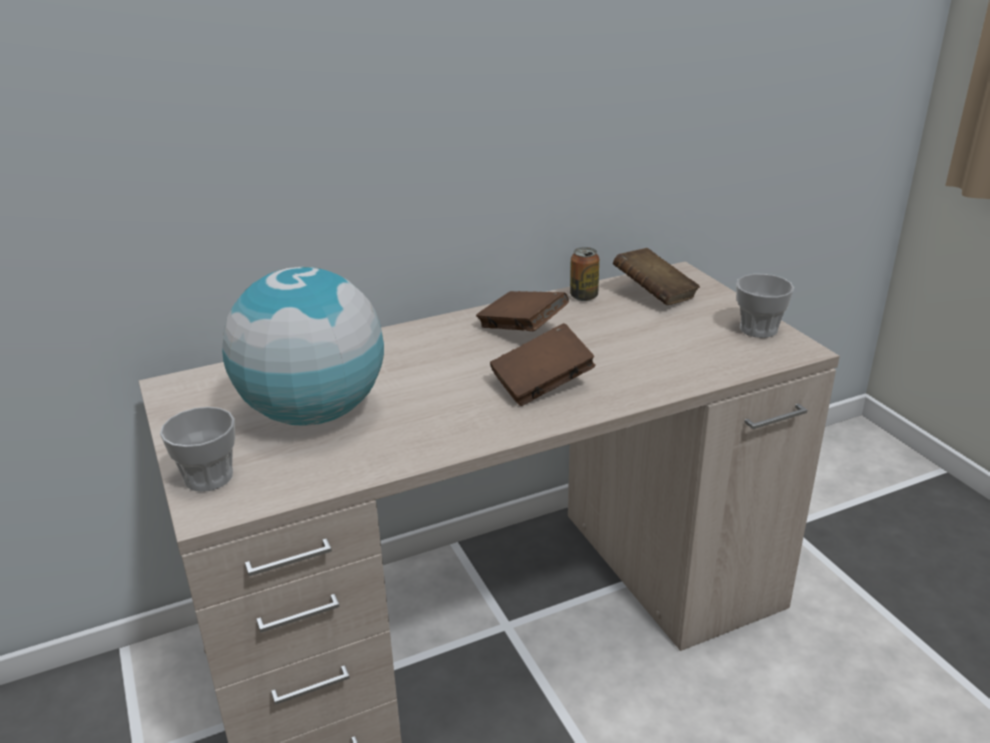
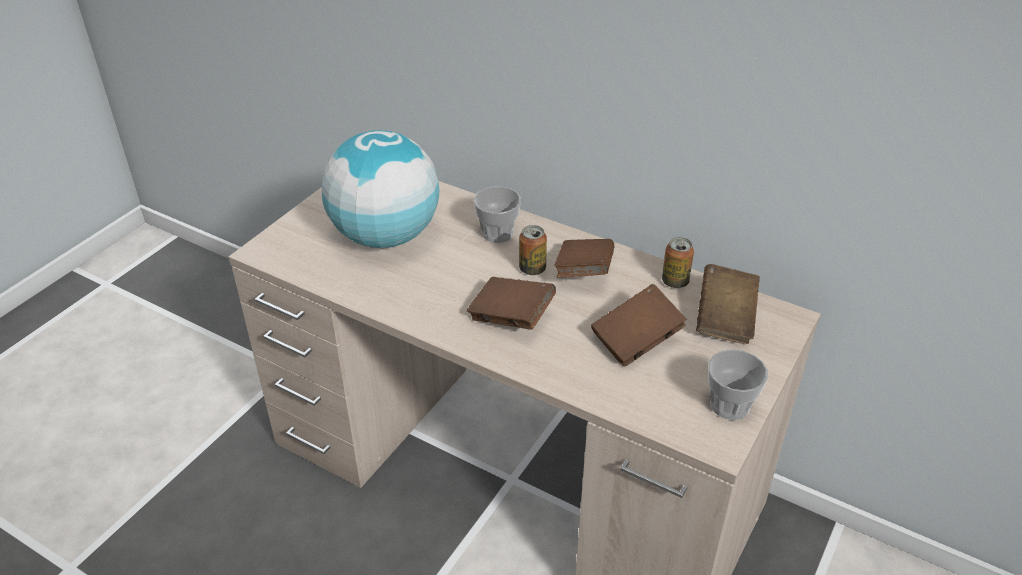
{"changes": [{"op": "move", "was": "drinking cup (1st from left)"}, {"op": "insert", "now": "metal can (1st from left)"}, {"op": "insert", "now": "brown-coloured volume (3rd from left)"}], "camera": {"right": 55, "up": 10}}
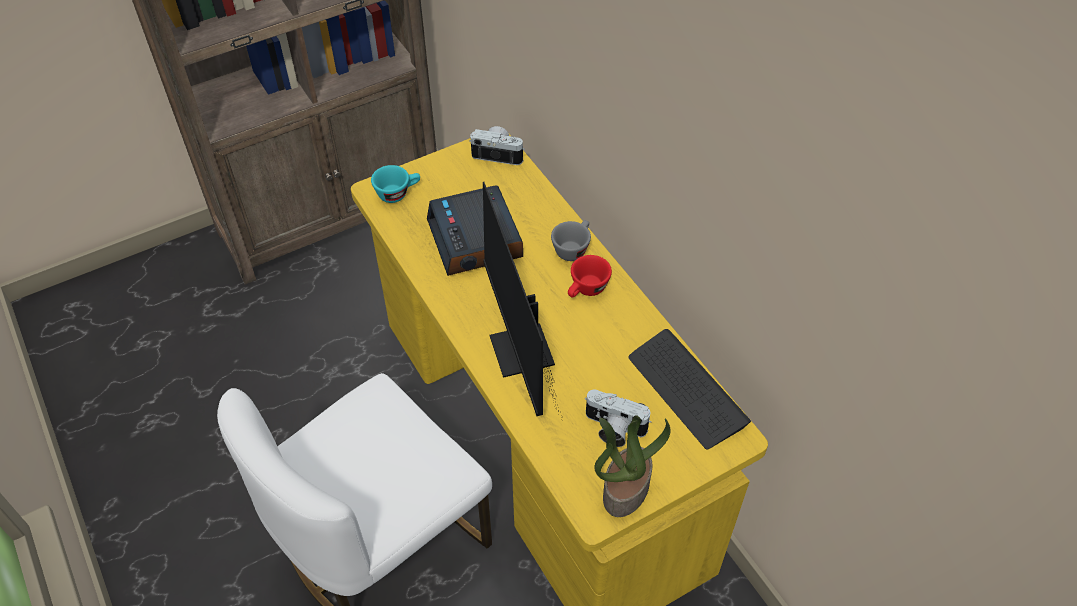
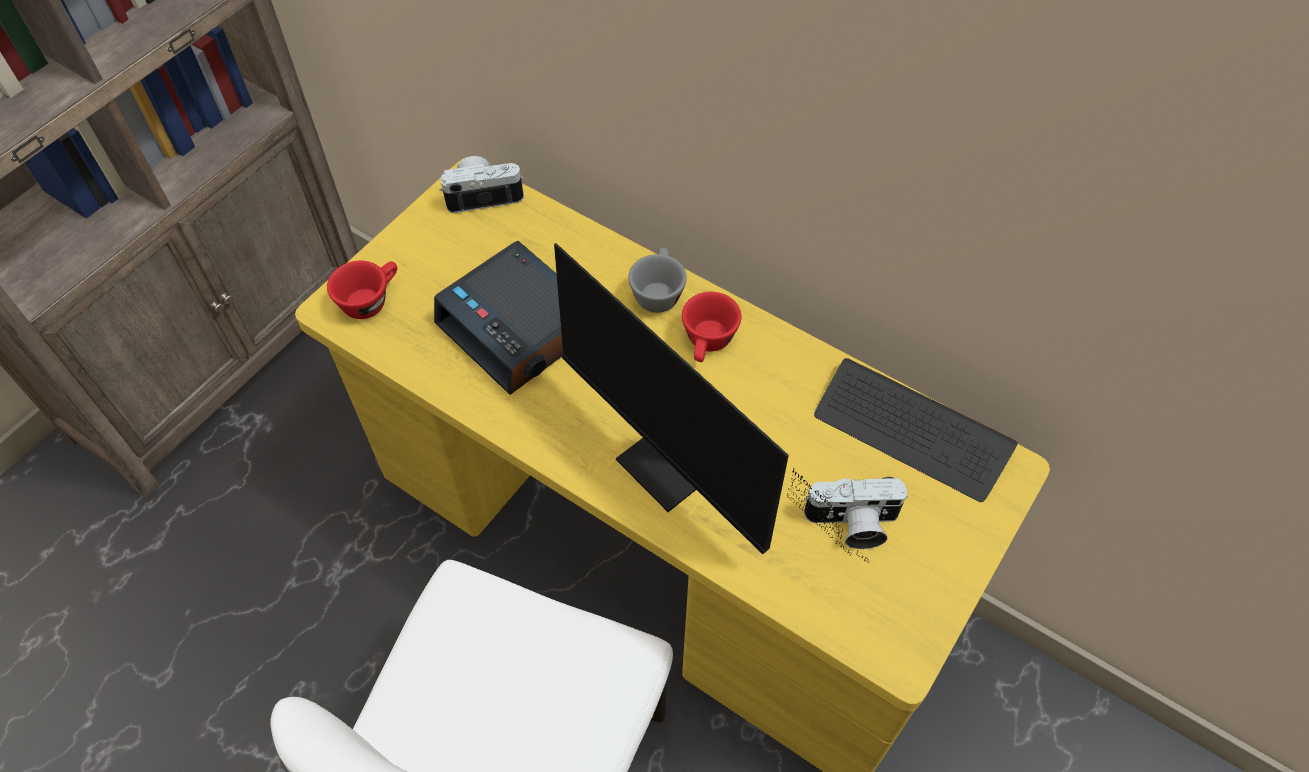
{"changes": [{"op": "recolor", "was": "blue-green drinking cup", "now": "red drinking cup (1st from left)"}, {"op": "delete", "was": "potted plant"}], "camera": {"right": -25, "up": 5}}
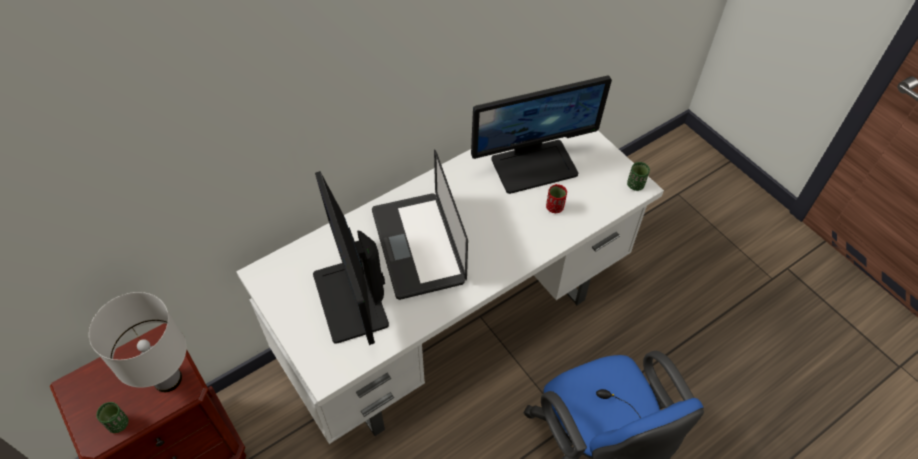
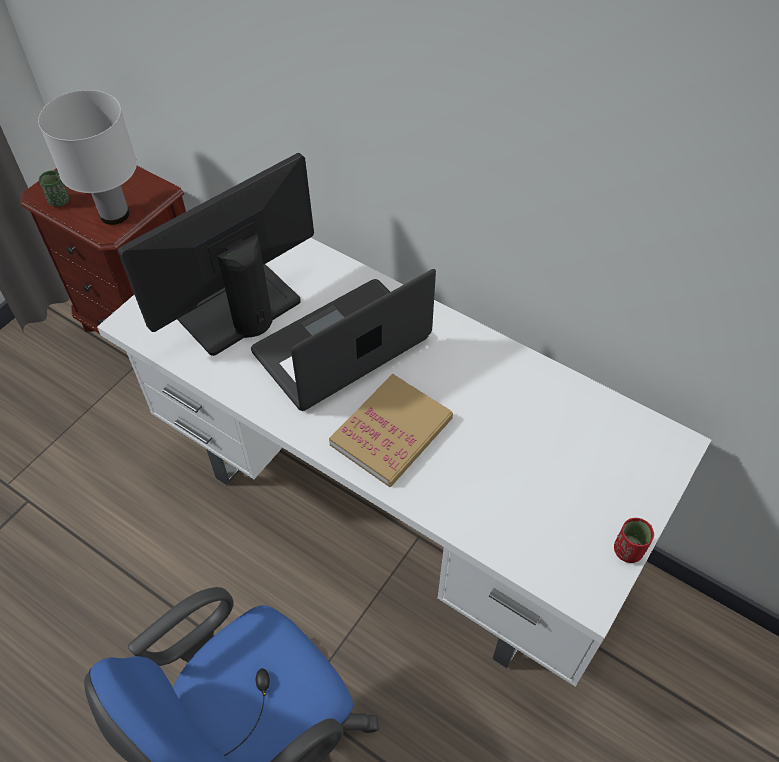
{"changes": [{"op": "delete", "was": "computer screen (2nd from left)"}, {"op": "move", "was": "red drinking cup"}, {"op": "delete", "was": "green-coloured drinking cup (2nd from left)"}, {"op": "insert", "now": "volume"}], "camera": {"right": 70, "up": 0}}
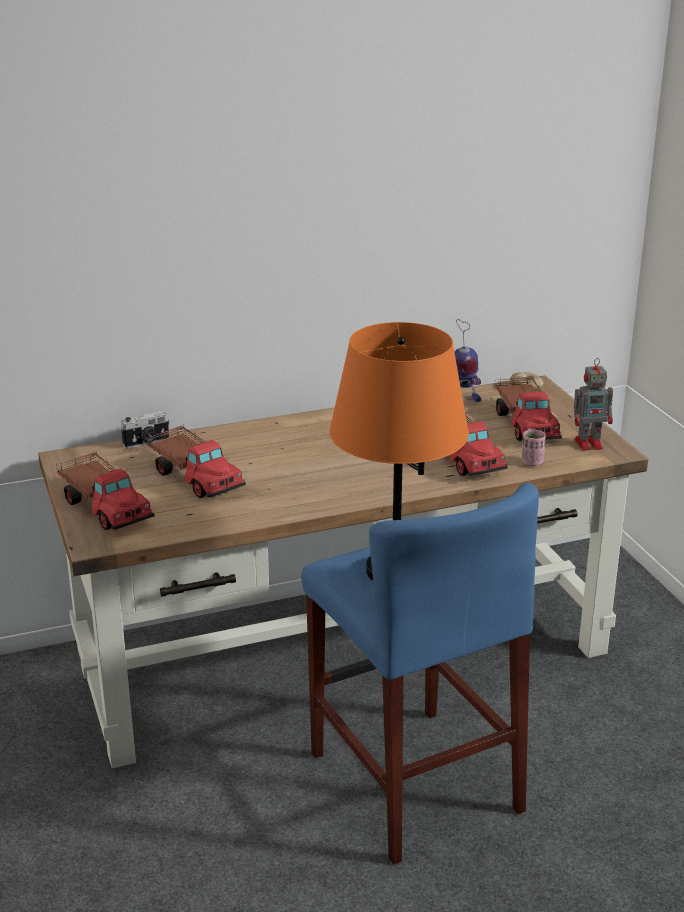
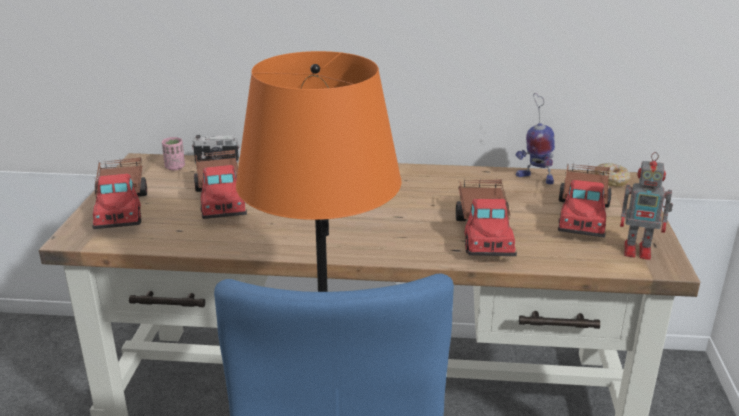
{"changes": [{"op": "move", "was": "pinkish drinking cup"}], "camera": {"right": 25, "up": 0}}
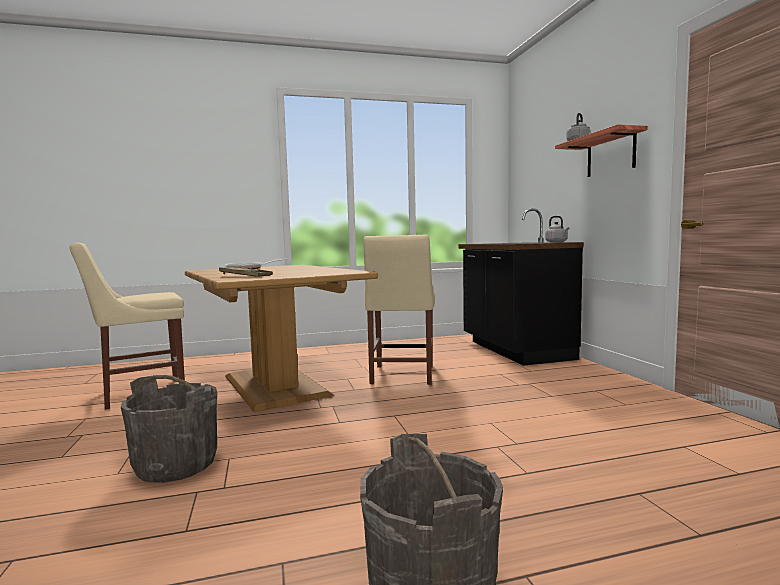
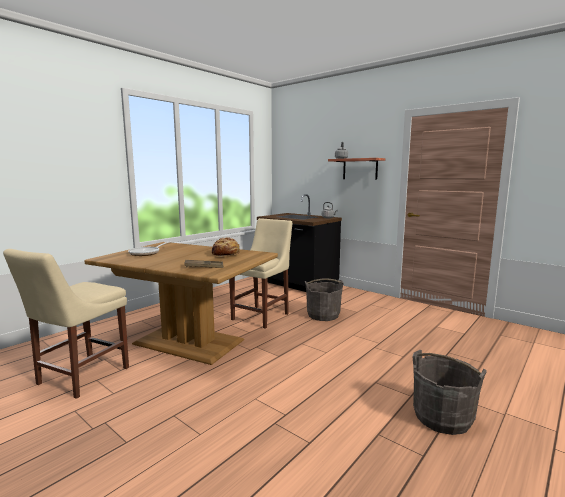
{"changes": [{"op": "move", "was": "grey bucket (1st from left)"}, {"op": "rotate", "was": "sand-coloured upright chair (2nd from left)", "clockwise": -120}, {"op": "insert", "now": "bakery bread"}], "camera": {"right": -35, "up": 5}}
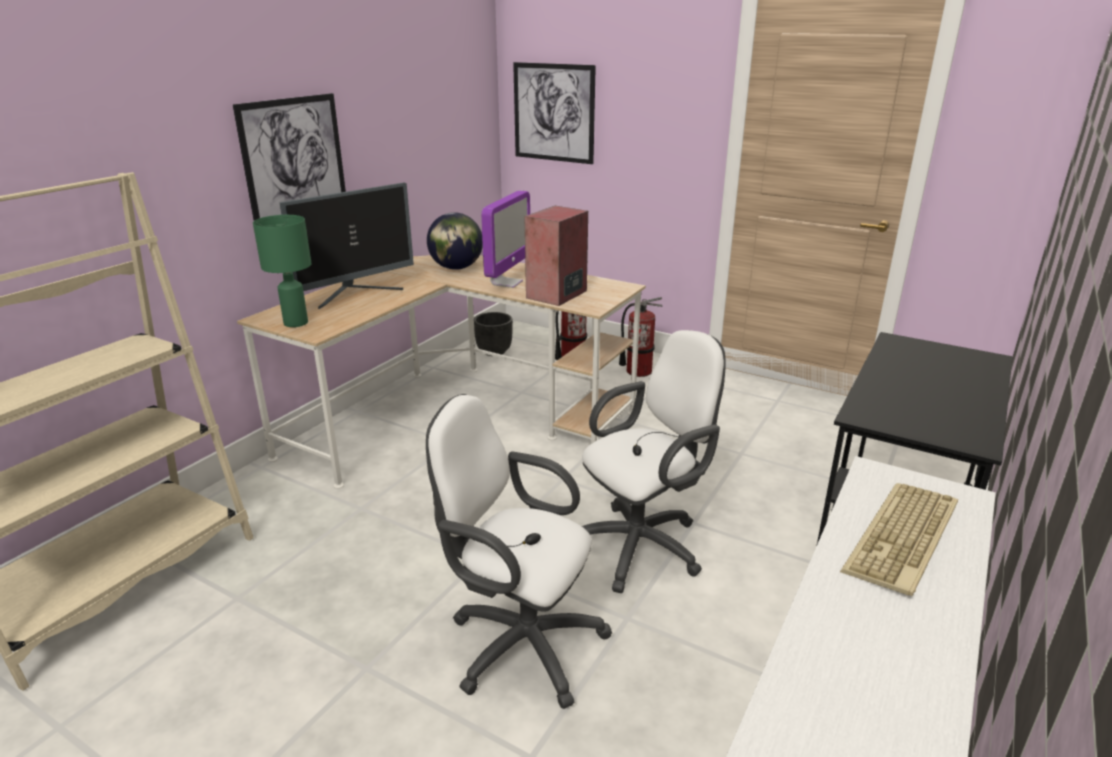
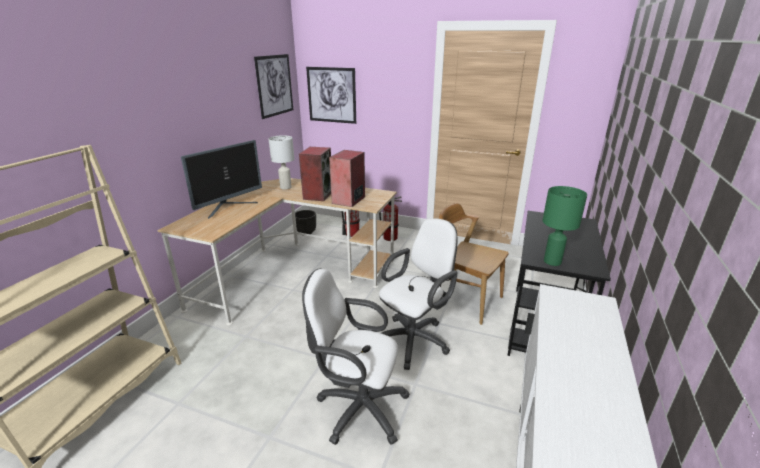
{"changes": [{"op": "move", "was": "wall art (1st from left)"}, {"op": "move", "was": "green-coloured lamp for a table"}, {"op": "replace", "was": "world globe", "now": "whitish lamp for a table"}, {"op": "replace", "was": "computer screen (2nd from left)", "now": "audio speaker (1st from left)"}, {"op": "delete", "was": "keyboard"}, {"op": "insert", "now": "brown-coloured upright chair"}], "camera": {"right": -10, "up": 0}}
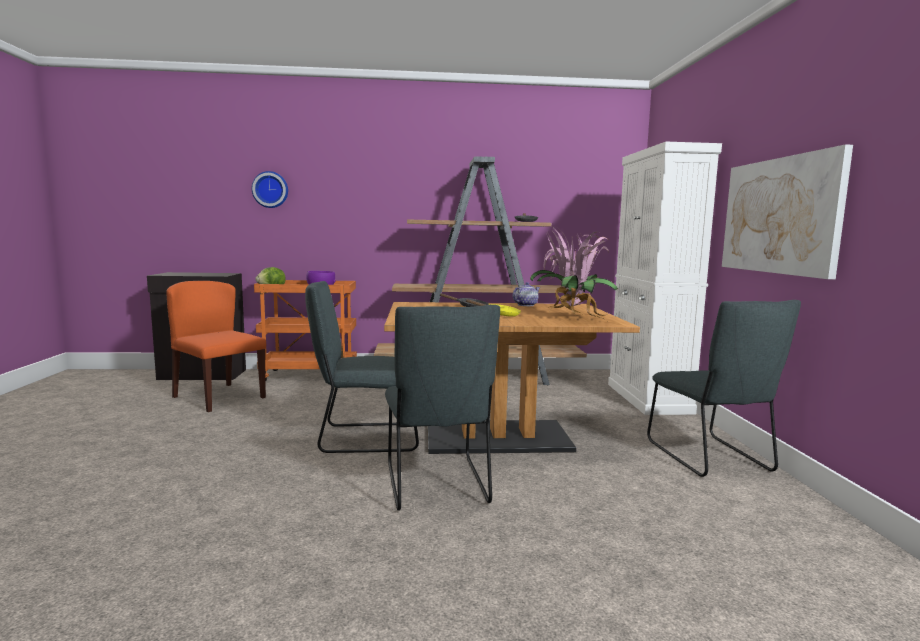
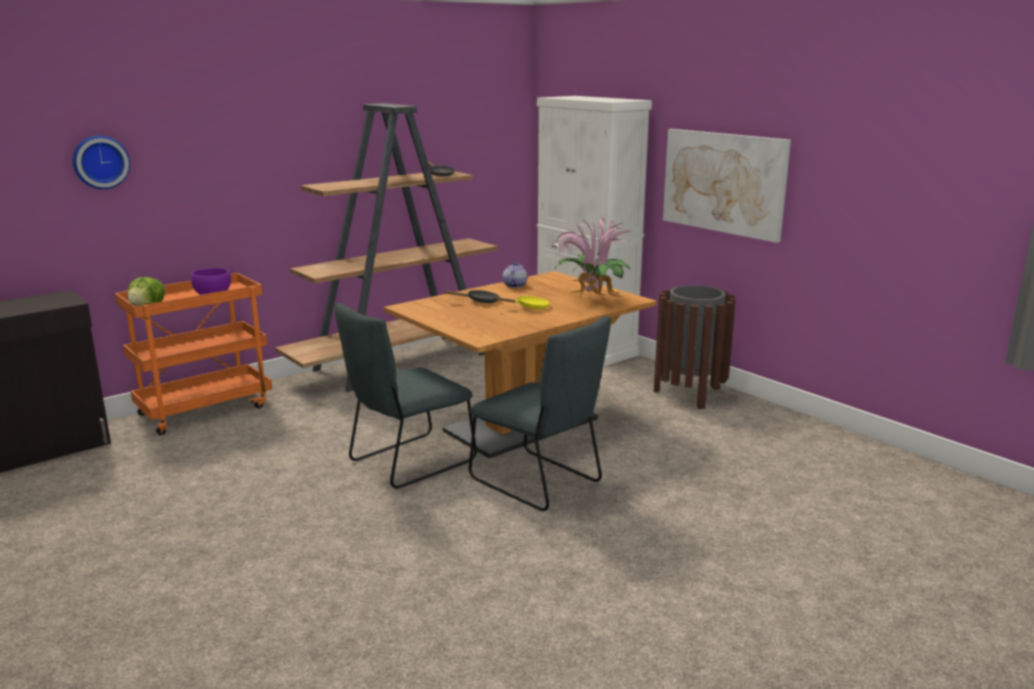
{"changes": [{"op": "delete", "was": "orange upright chair"}, {"op": "replace", "was": "grey upright chair (3rd from left)", "now": "brown-coloured rubbish bin"}], "camera": {"right": -35, "up": 10}}
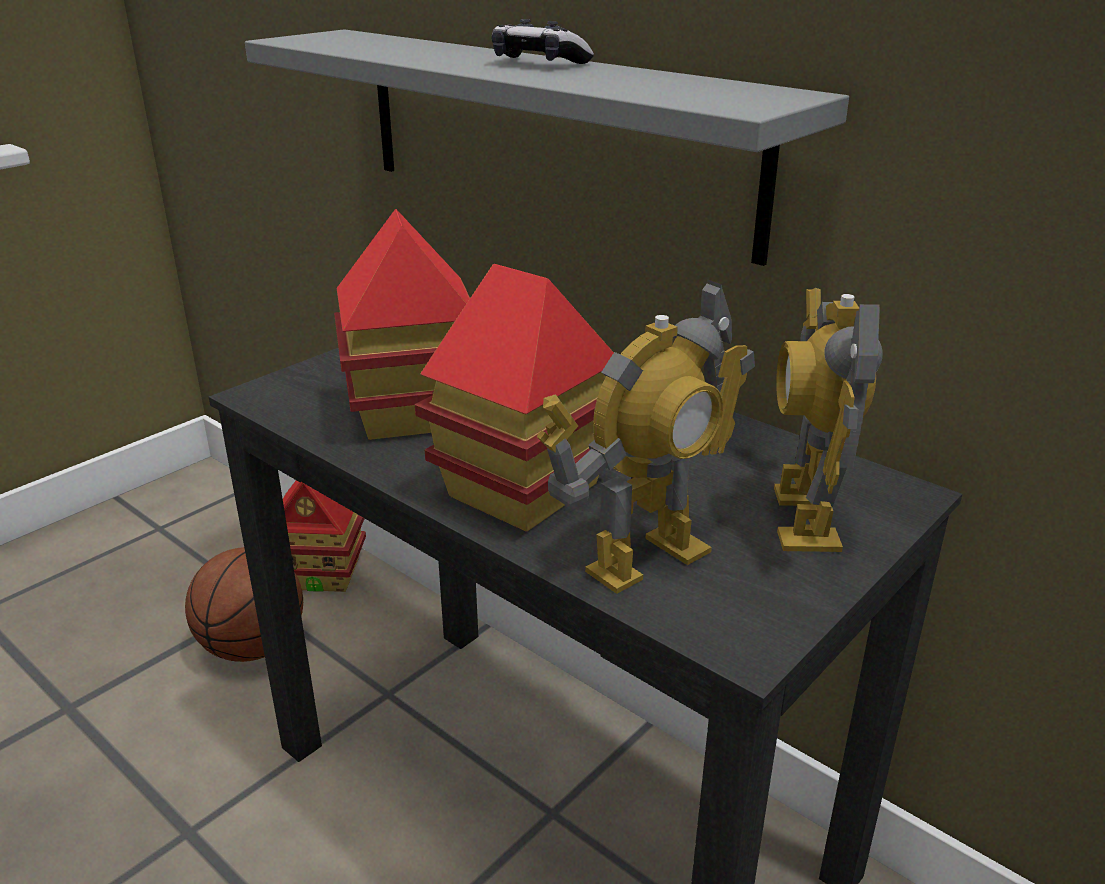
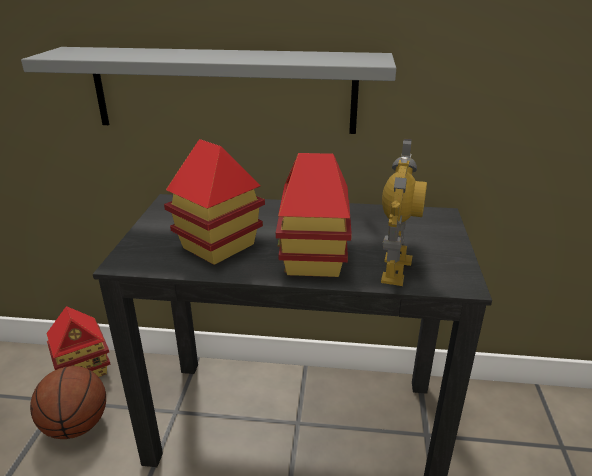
{"changes": [{"op": "delete", "was": "gamepad"}, {"op": "delete", "was": "robot figure (2nd from left)"}], "camera": {"right": -35, "up": 0}}
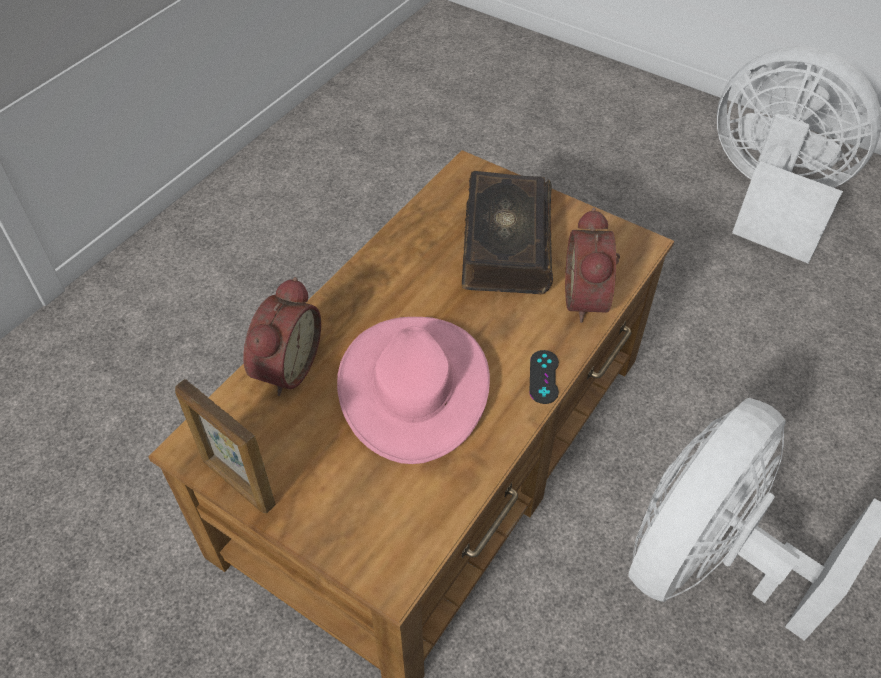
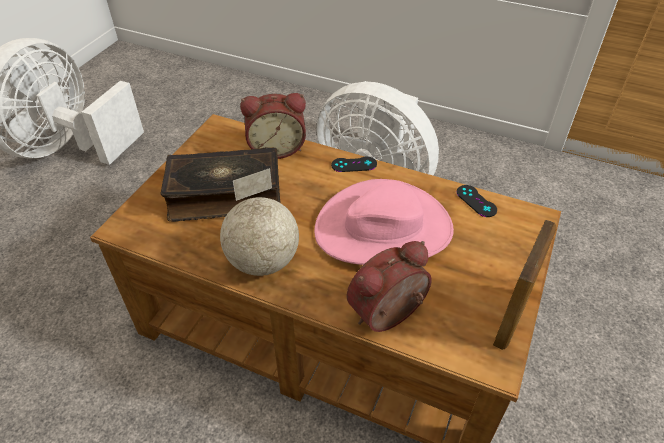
{"changes": [{"op": "rotate", "was": "table clock (1st from left in the first image)", "clockwise": -45}, {"op": "insert", "now": "world globe"}, {"op": "insert", "now": "blackish gamepad (2nd from left)"}], "camera": {"right": -100, "up": -5}}
